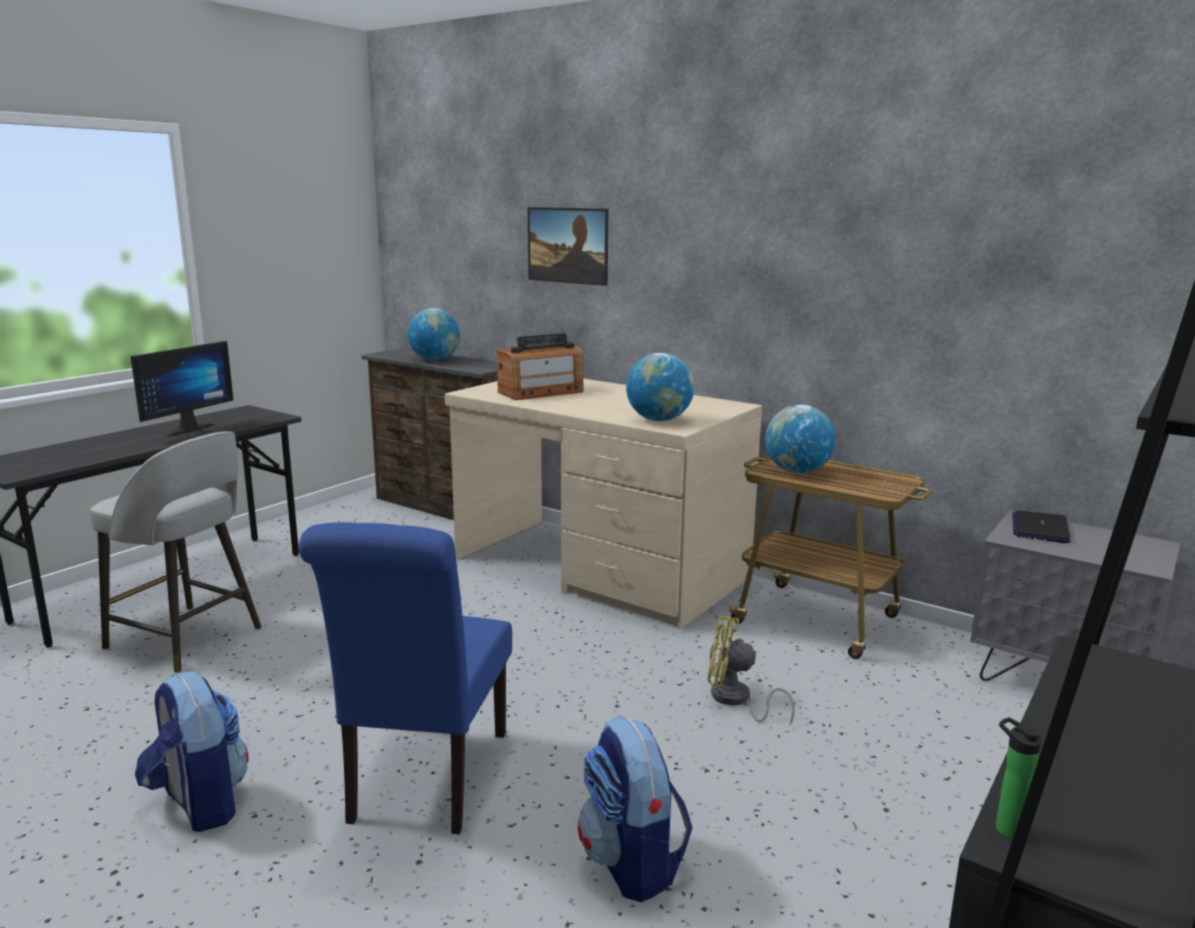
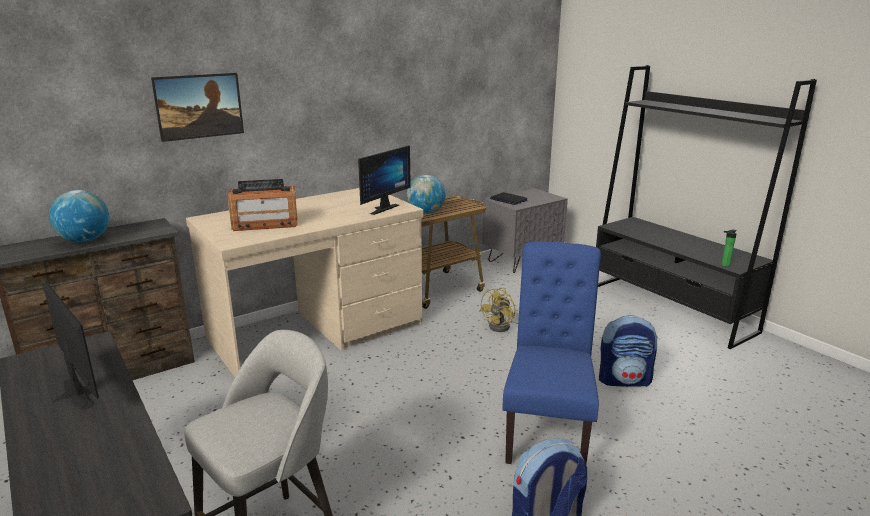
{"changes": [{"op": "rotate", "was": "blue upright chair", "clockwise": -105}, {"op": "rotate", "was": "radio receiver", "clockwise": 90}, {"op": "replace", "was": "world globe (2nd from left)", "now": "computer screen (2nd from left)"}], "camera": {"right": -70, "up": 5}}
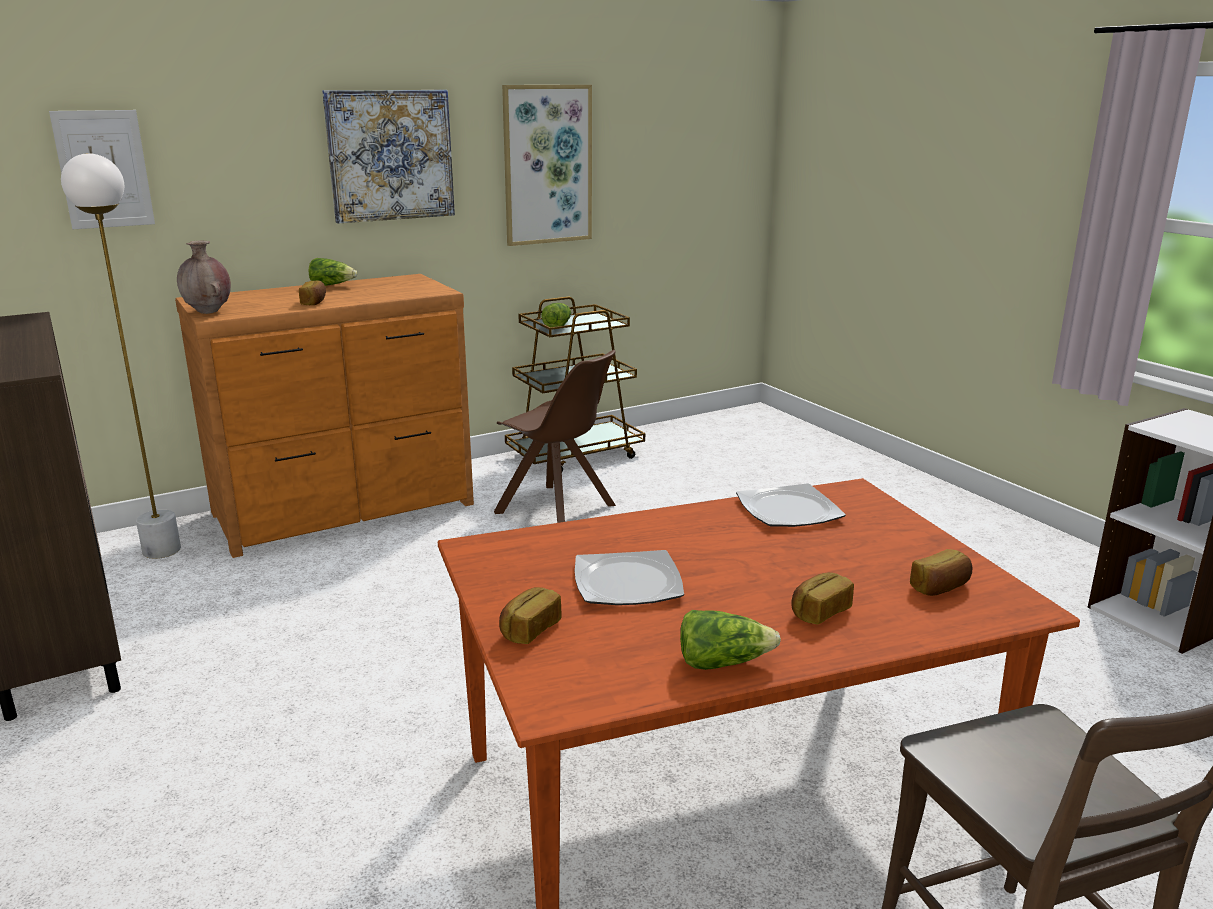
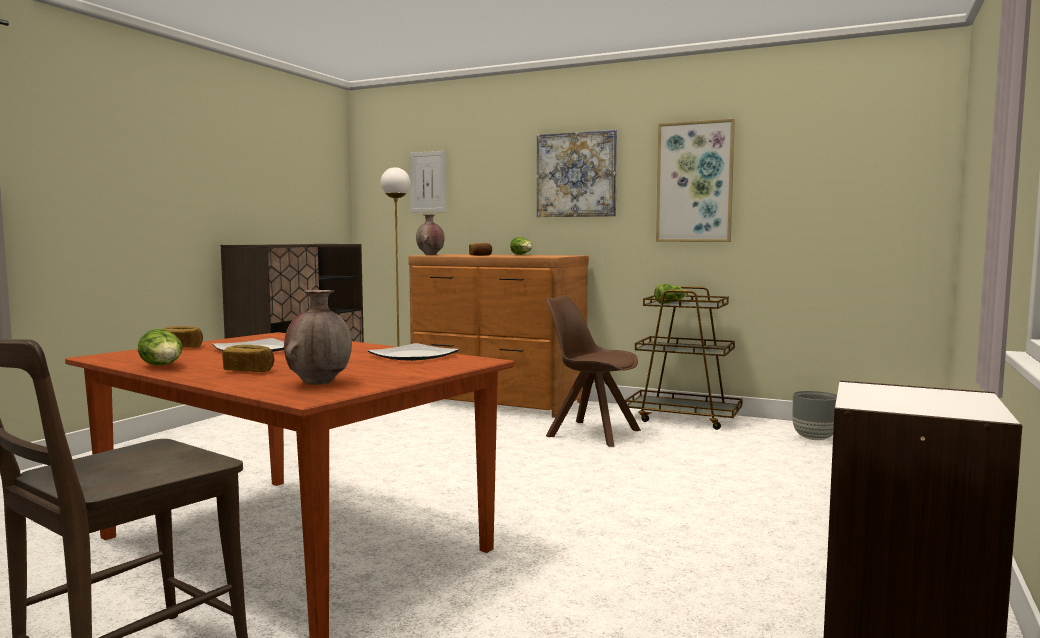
{"changes": [{"op": "rotate", "was": "brown-coloured upright chair (1st from left in the first image)", "clockwise": 120}, {"op": "replace", "was": "bakery bread (4th from left)", "now": "brown-coloured decorative vase (1st from left)"}, {"op": "insert", "now": "grey plant pot"}], "camera": {"right": 55, "up": -15}}
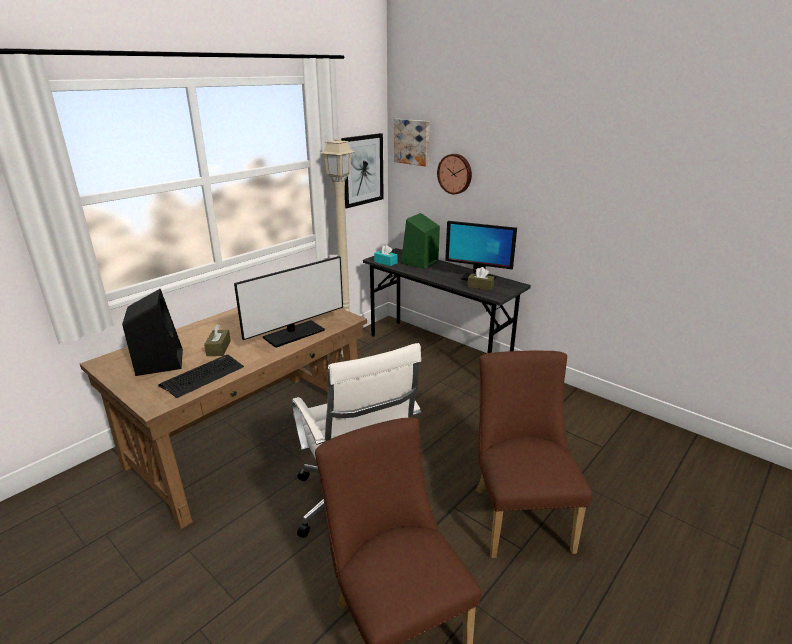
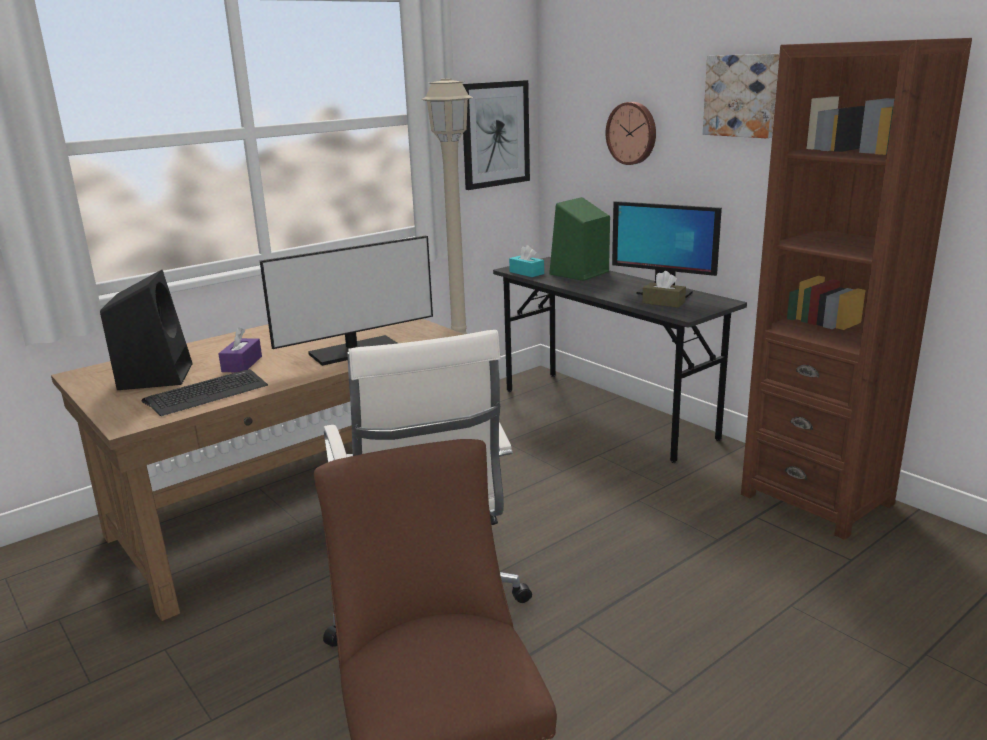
{"changes": [{"op": "recolor", "was": "brown-coloured box of tissues (1st from left)", "now": "purple-coloured box of tissues"}, {"op": "move", "was": "wall art (2nd from left)"}, {"op": "delete", "was": "brown-coloured upright chair (2nd from left)"}, {"op": "insert", "now": "brown-coloured bookshelf"}], "camera": {"right": 10, "up": -5}}
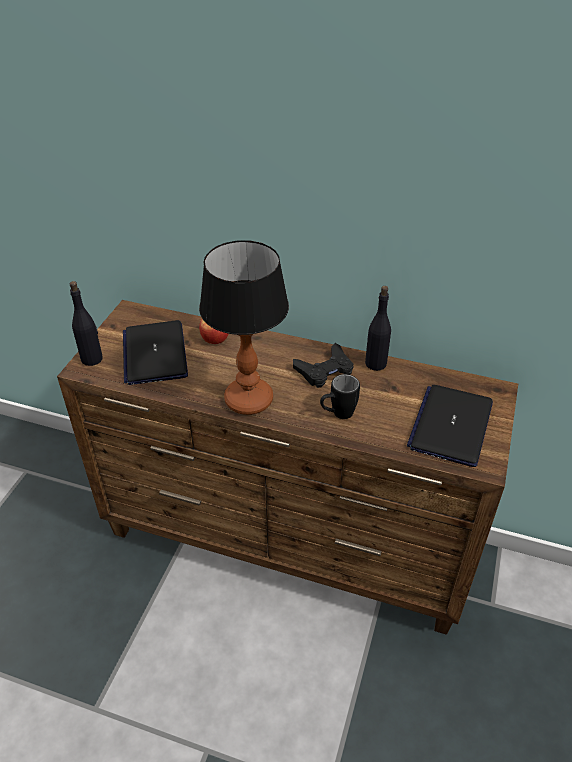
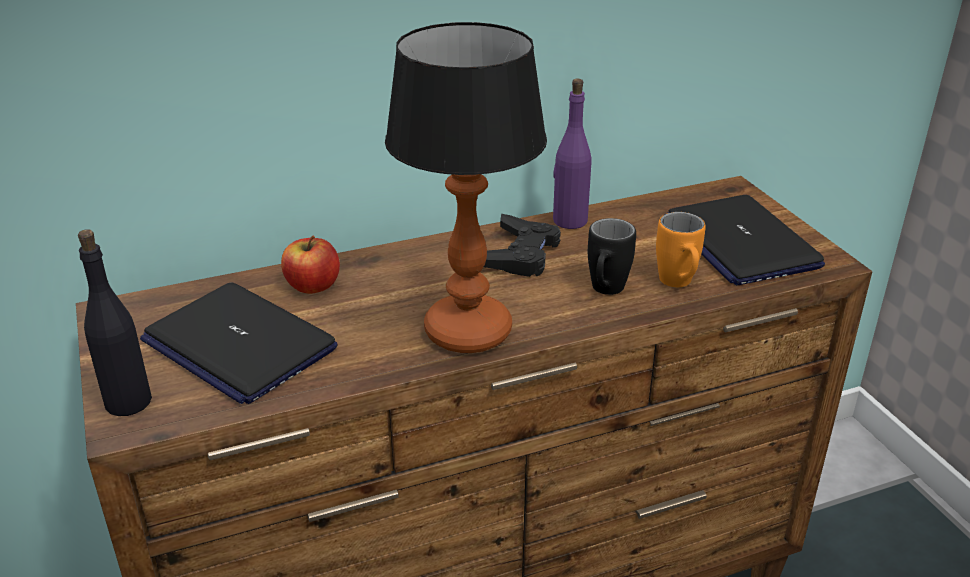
{"changes": [{"op": "recolor", "was": "blackish beverage bottle (2nd from left)", "now": "purple-coloured beverage bottle"}, {"op": "insert", "now": "orange coffee mug"}], "camera": {"right": -40, "up": -10}}
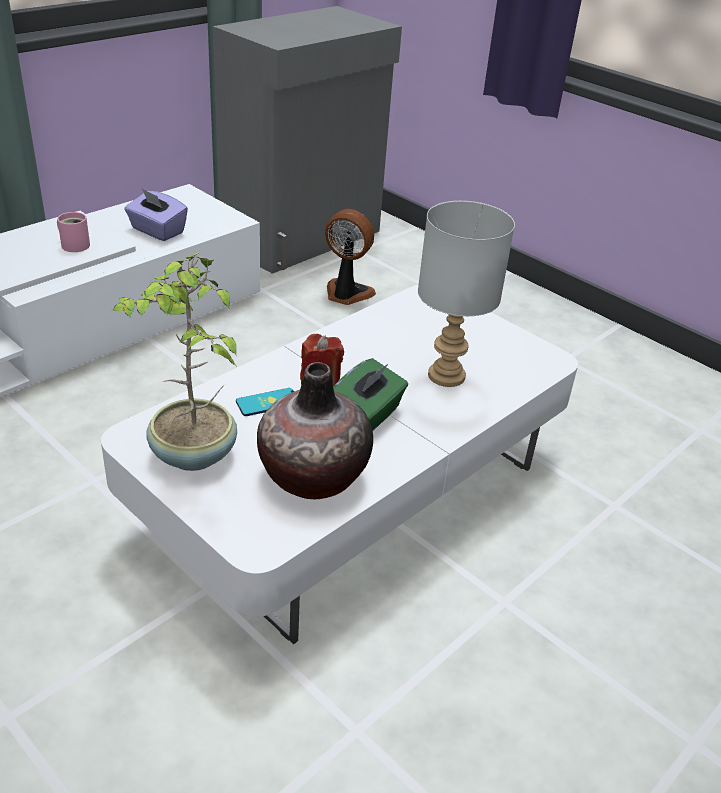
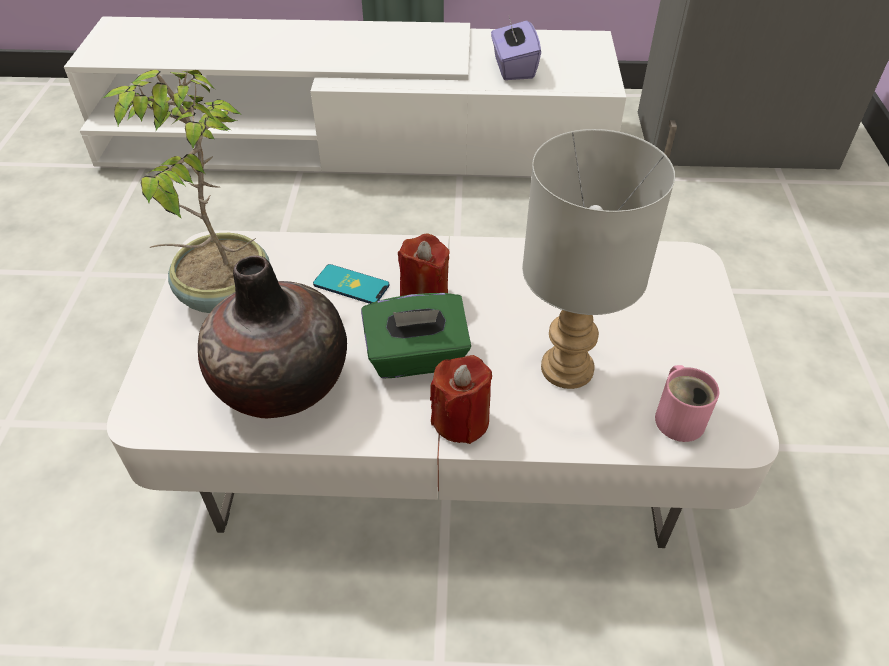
{"changes": [{"op": "move", "was": "pinkish coffee mug"}, {"op": "delete", "was": "cooling fan"}, {"op": "insert", "now": "red wax candle (2nd from left)"}], "camera": {"right": 50, "up": 10}}
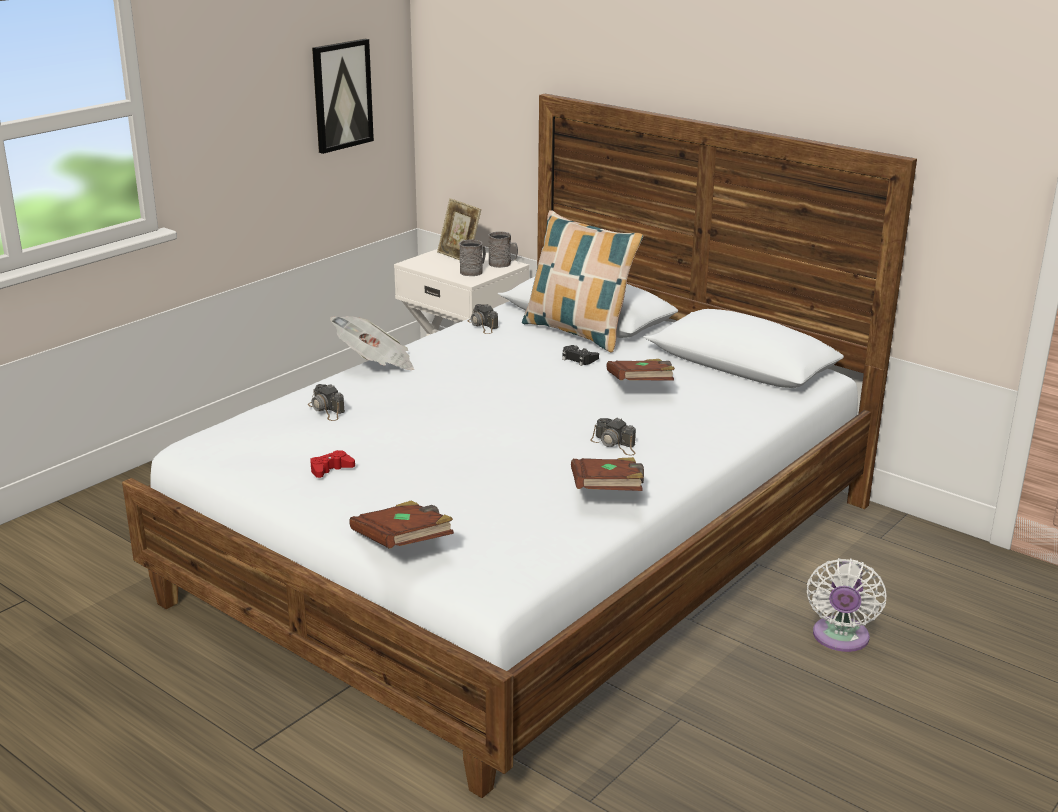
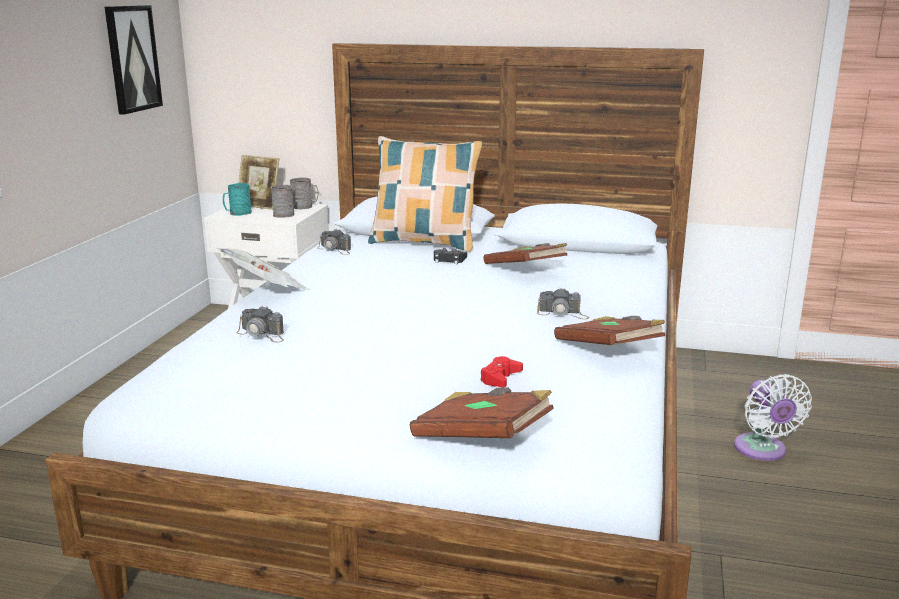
{"changes": [{"op": "move", "was": "red gamepad"}, {"op": "insert", "now": "blue-green coffee mug"}], "camera": {"right": -25, "up": -5}}
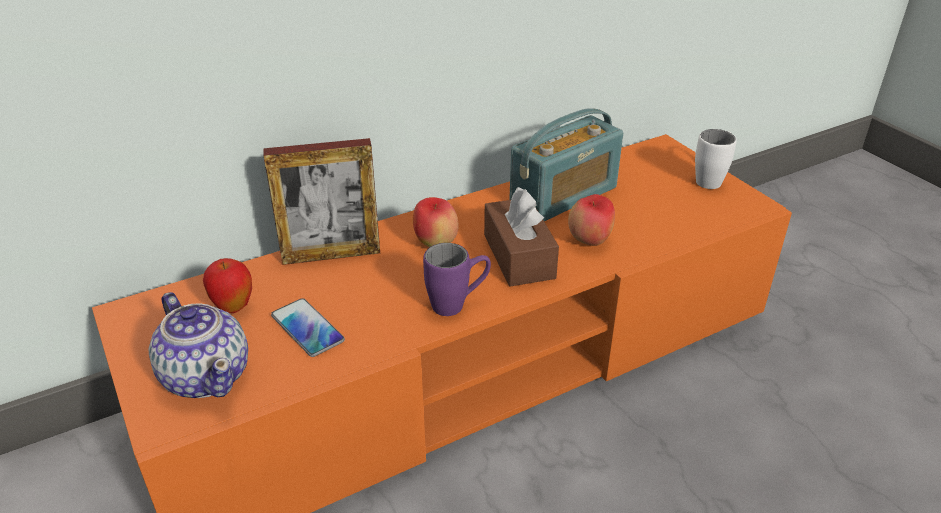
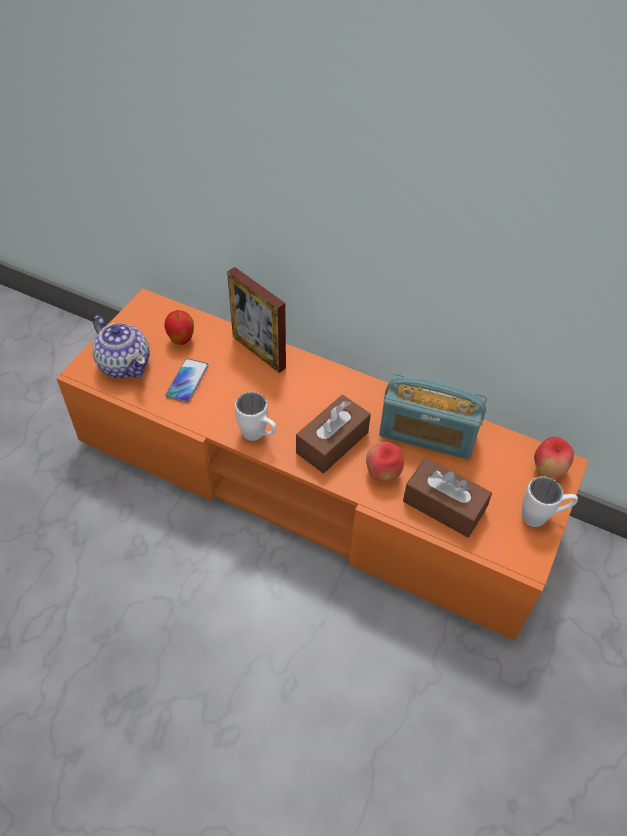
{"changes": [{"op": "rotate", "was": "pot for tea", "clockwise": -60}, {"op": "move", "was": "whole apple (2nd from left in the first image)", "now": "whole apple (3rd from left)"}, {"op": "recolor", "was": "purple-coloured coffee mug", "now": "whitish coffee mug (1st from left)"}, {"op": "insert", "now": "brown-coloured box of tissues (2nd from left)"}], "camera": {"right": 55, "up": 15}}
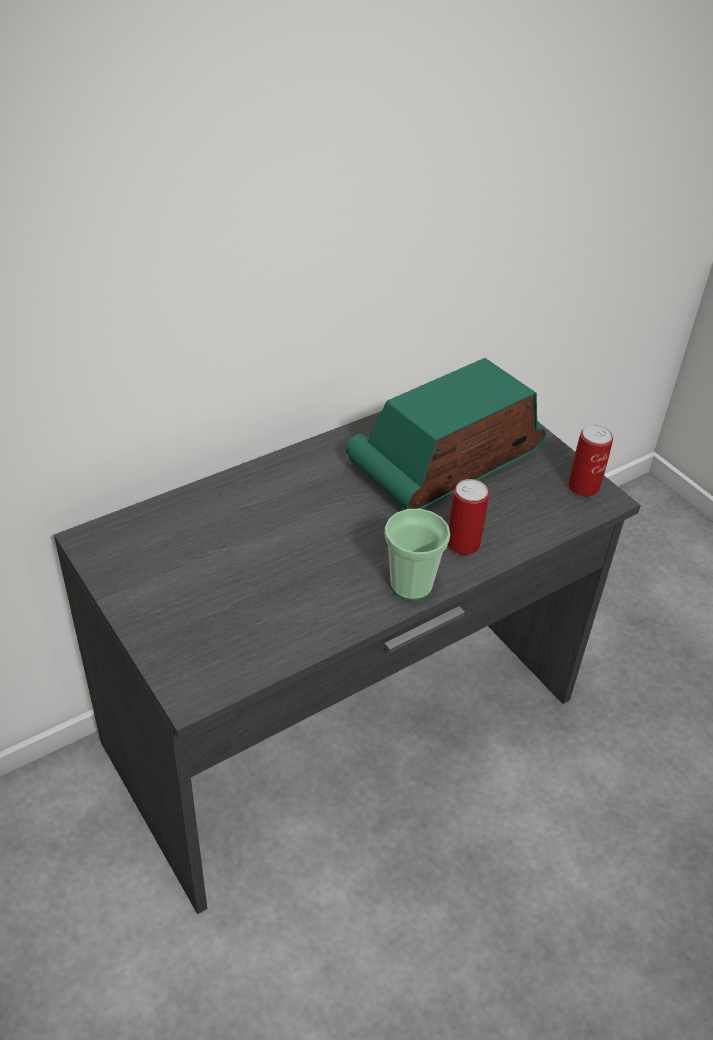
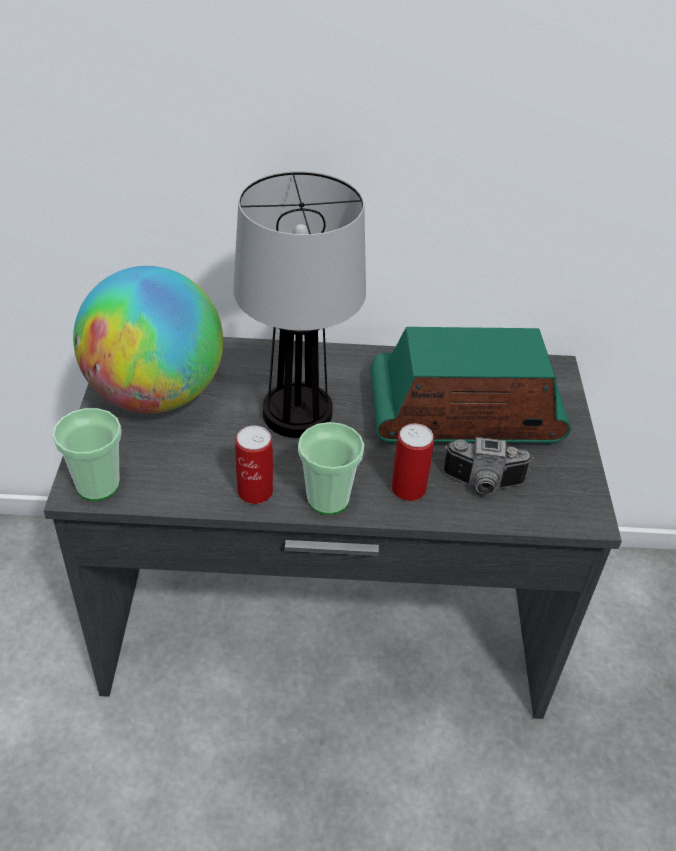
{"changes": [{"op": "move", "was": "metal can (2nd from left in the first image)", "now": "metal can (1st from left)"}, {"op": "insert", "now": "drinking cup (1st from left)"}, {"op": "insert", "now": "world globe"}, {"op": "insert", "now": "lamp for a table"}, {"op": "insert", "now": "photo camera"}], "camera": {"right": 35, "up": 0}}
